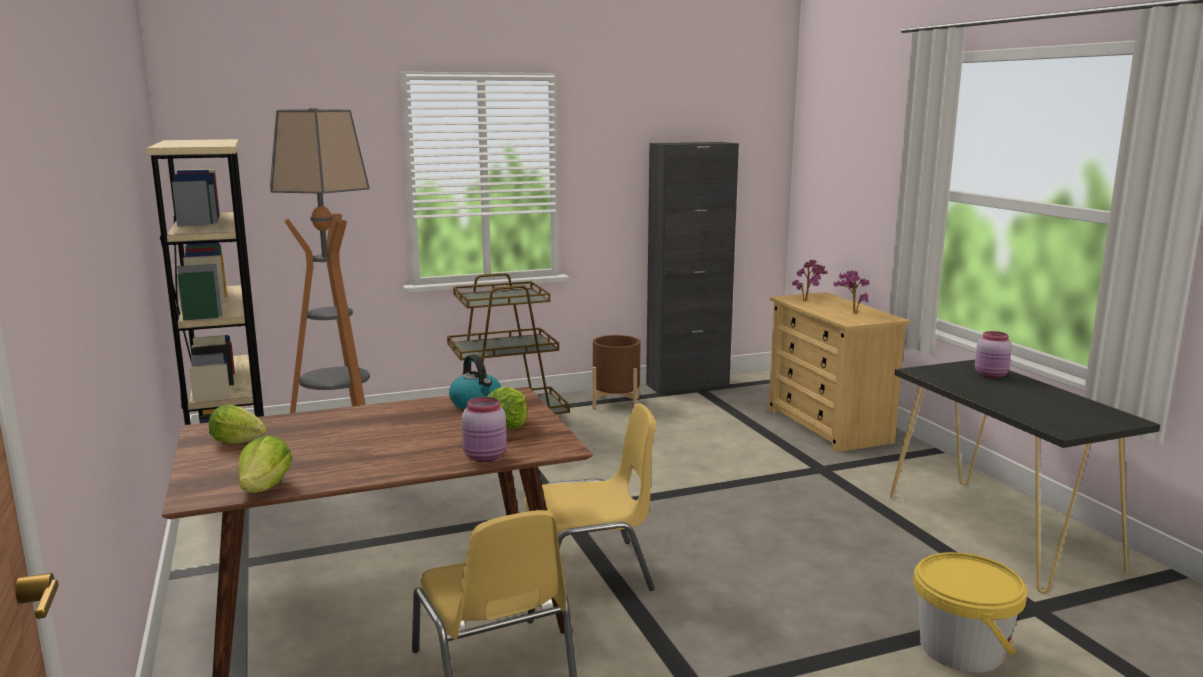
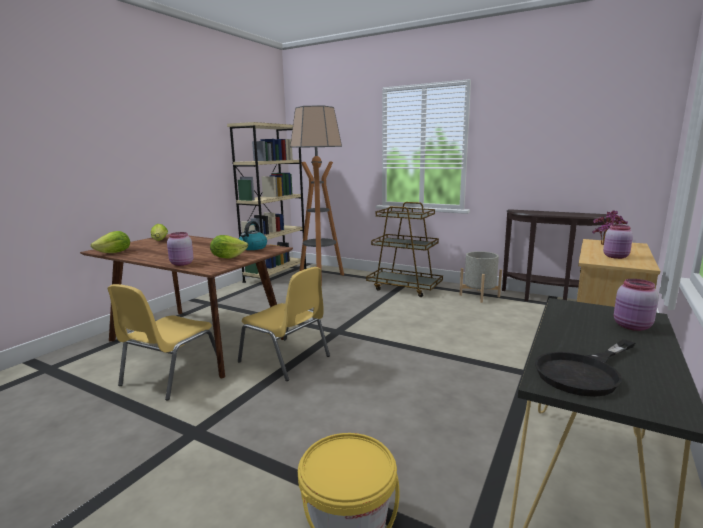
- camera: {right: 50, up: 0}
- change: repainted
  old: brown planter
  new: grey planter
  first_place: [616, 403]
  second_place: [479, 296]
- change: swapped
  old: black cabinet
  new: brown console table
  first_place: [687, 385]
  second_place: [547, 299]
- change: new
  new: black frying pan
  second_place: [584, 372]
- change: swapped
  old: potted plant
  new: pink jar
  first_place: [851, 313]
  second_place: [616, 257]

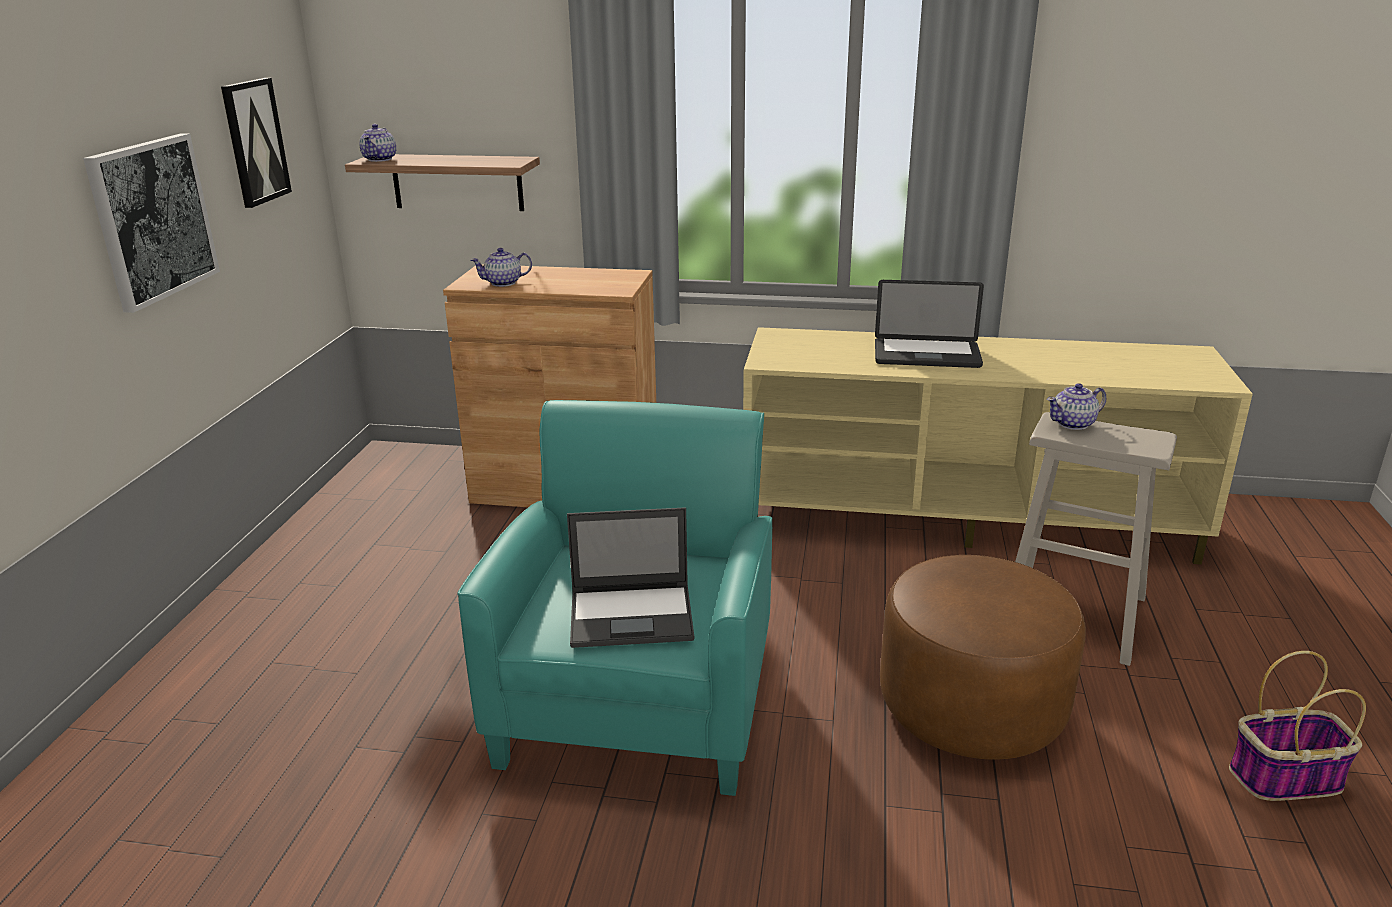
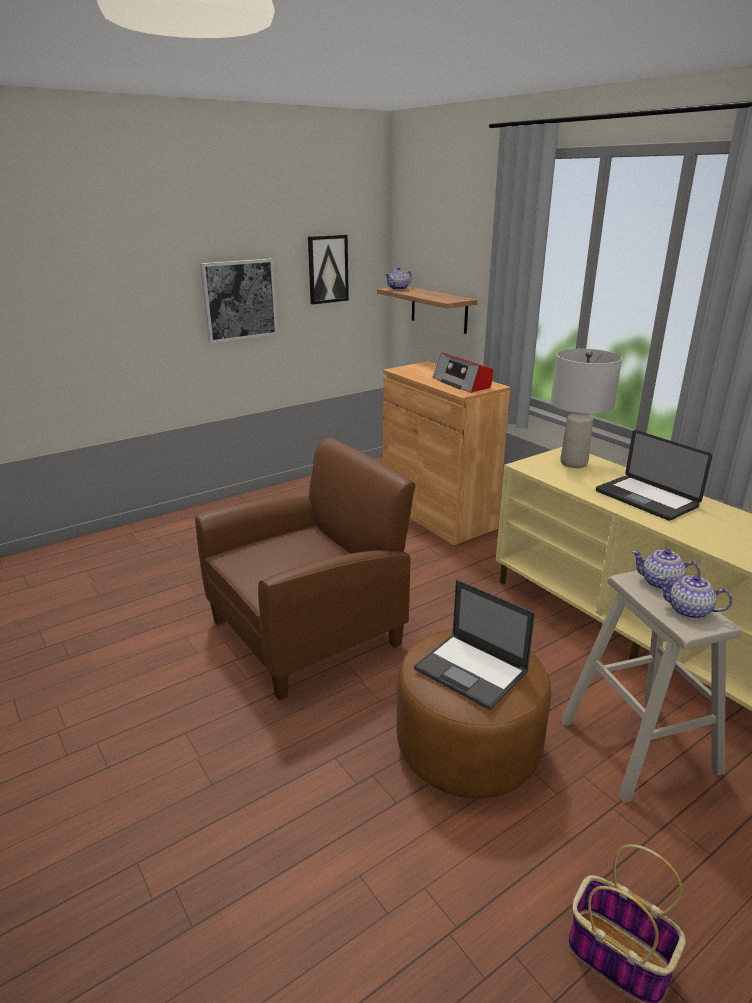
- camera: {right: 45, up: 0}
- change: repainted
  old: turquoise armchair
  new: brown armchair
  first_place: [638, 702]
  second_place: [308, 632]
- change: shifted
  old: laptop
  first_place: [633, 615]
  second_place: [472, 671]
- change: new
  new: radio
  second_place: [462, 383]
- change: new
  new: grey table lamp
  second_place: [573, 463]
- change: shifted
  old: teapot
  first_place: [504, 283]
  second_place: [689, 611]

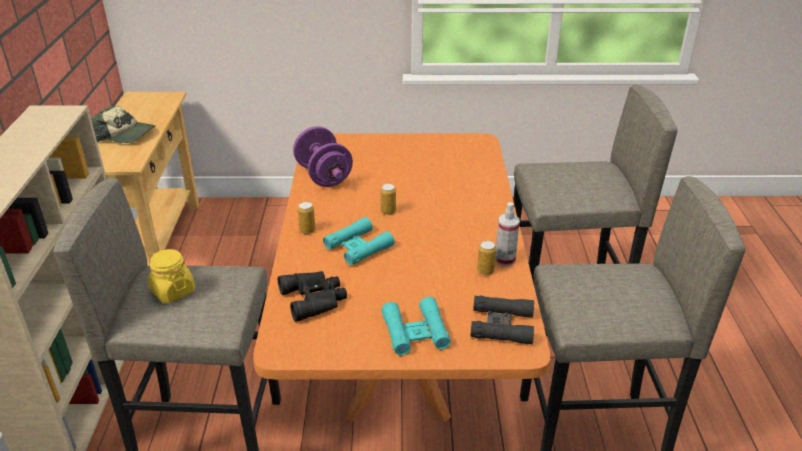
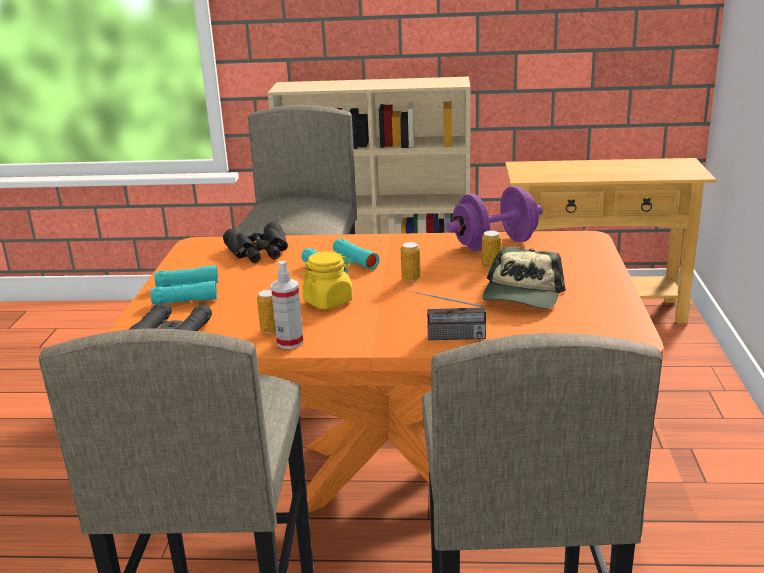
- camera: {right: 95, up: -10}
- change: shifted
  old: yellow jar
  first_place: [173, 291]
  second_place: [328, 301]
- change: new
  new: radio
  second_place: [440, 337]
- change: shifted
  old: can
  first_place: [307, 230]
  second_place: [491, 266]
- change: shifted
  old: cap
  first_place: [125, 134]
  second_place: [522, 296]

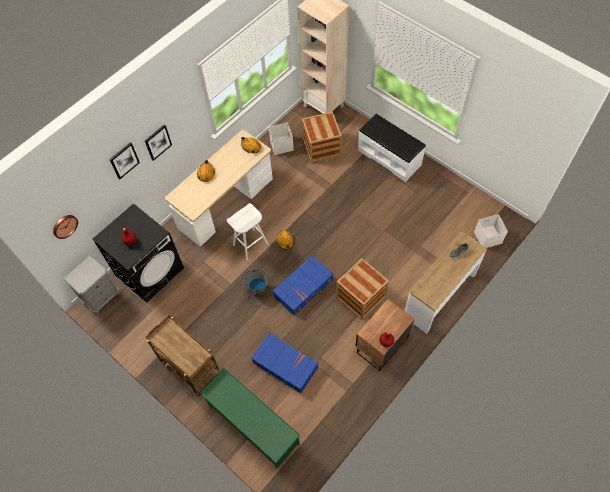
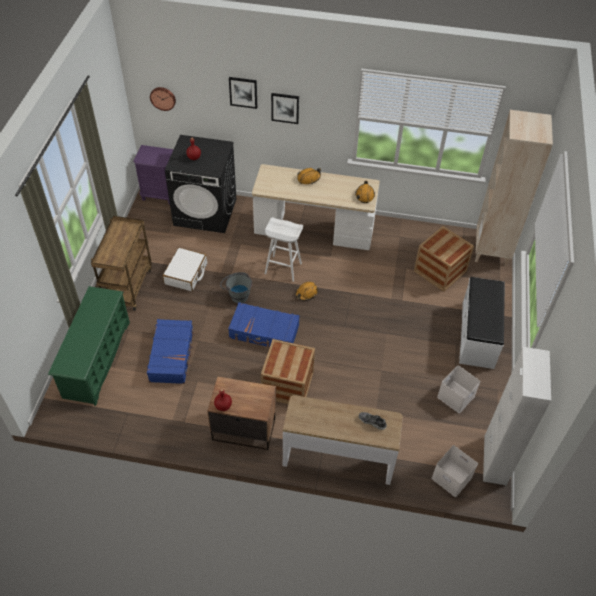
- camera: {right: 55, up: -10}
- change: repainted
  old: grey nightstand
  new: purple nightstand
  first_place: [101, 297]
  second_place: [160, 194]
- change: new
  new: white suitcase
  second_place: [186, 274]
- change: shifted
  old: white storage box
  first_place: [282, 145]
  second_place: [456, 397]
- change: new
  new: white cabinet
  second_place: [495, 460]

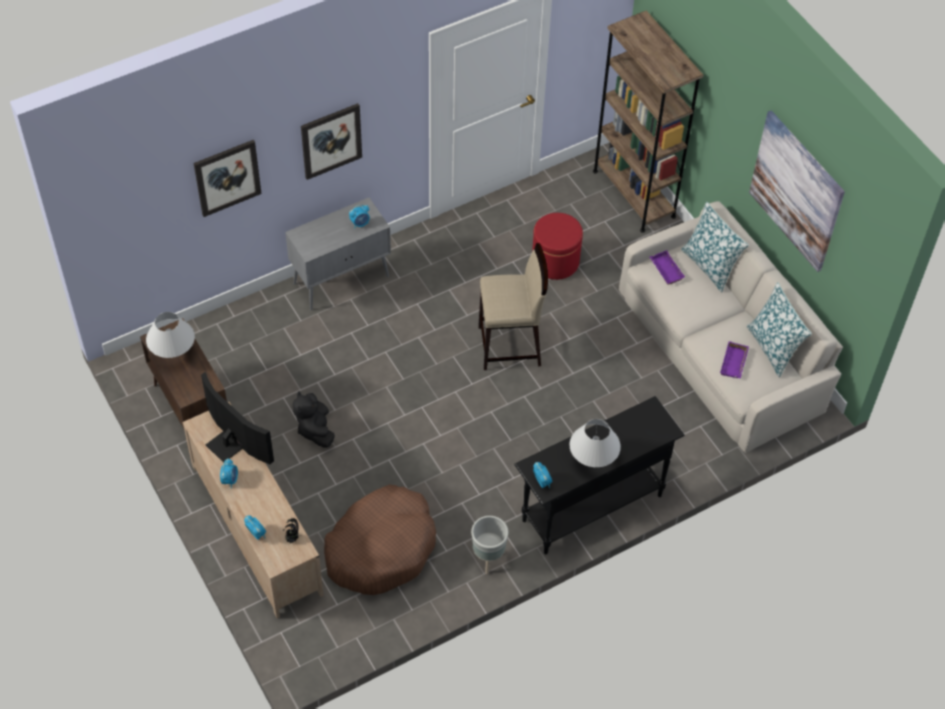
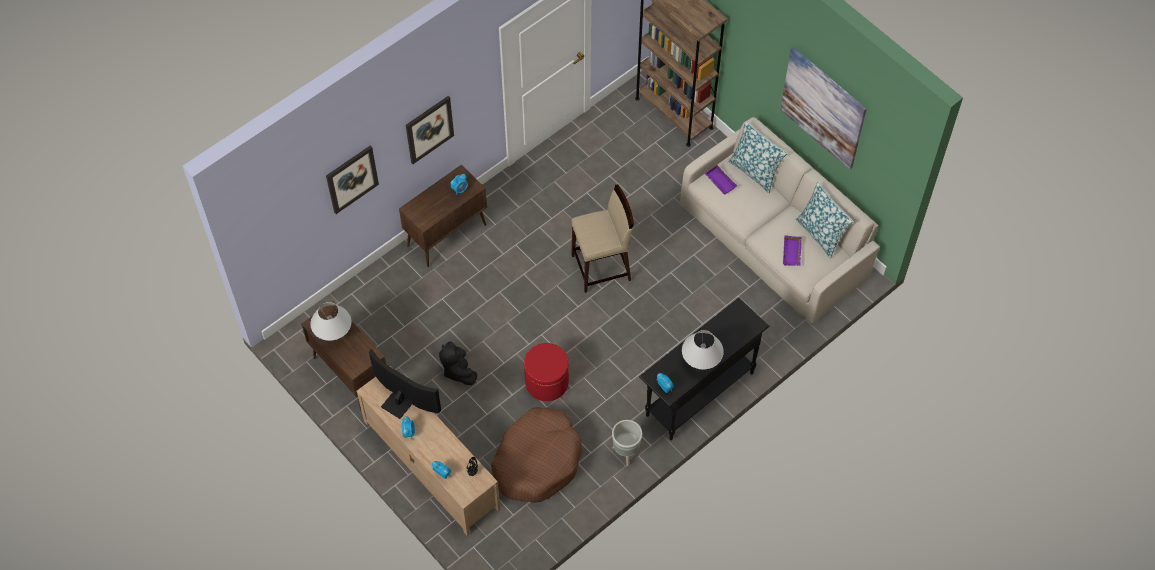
- camera: {right: -10, up: 5}
- change: repainted
  old: grey cabinet
  new: brown cabinet
  first_place: [342, 279]
  second_place: [447, 235]
- change: shifted
  old: red ottoman
  first_place: [555, 261]
  second_place: [546, 382]

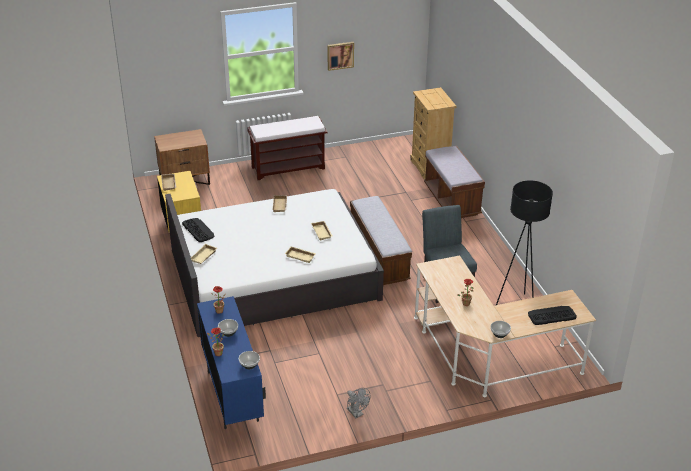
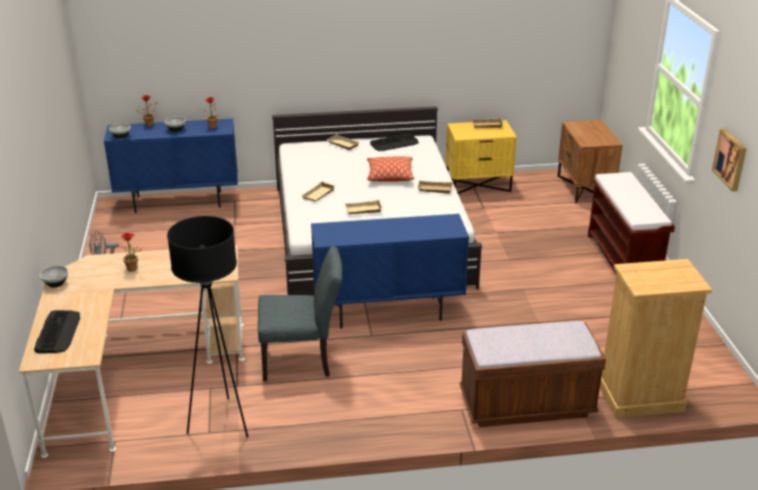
- camera: {right: 100, up: -5}
- change: swapped
  old: bench
  new: blue cabinet
  first_place: [379, 255]
  second_place: [388, 312]
- change: new
  new: pillow
  second_place: [390, 175]

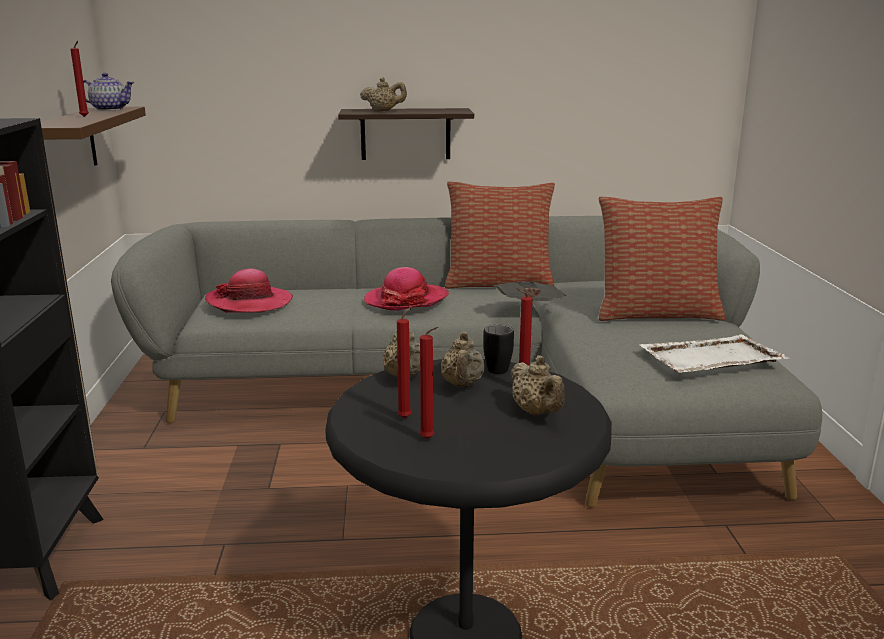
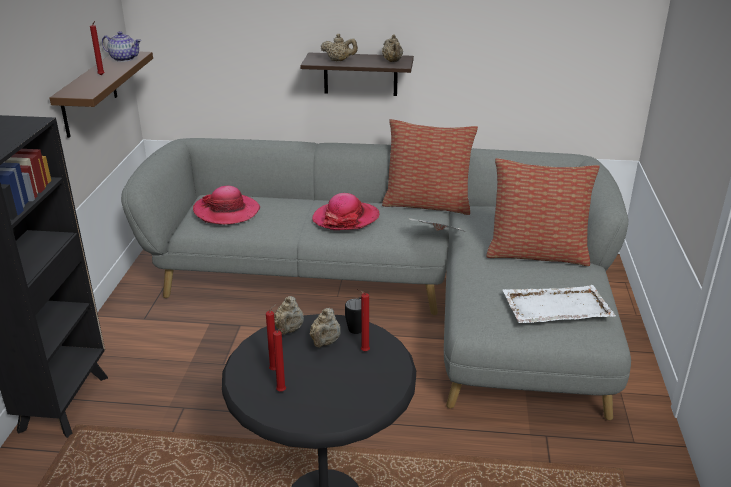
- camera: {right: 10, up: 10}
- change: shifted
  old: beige teapot
  first_place: [537, 413]
  second_place: [392, 61]

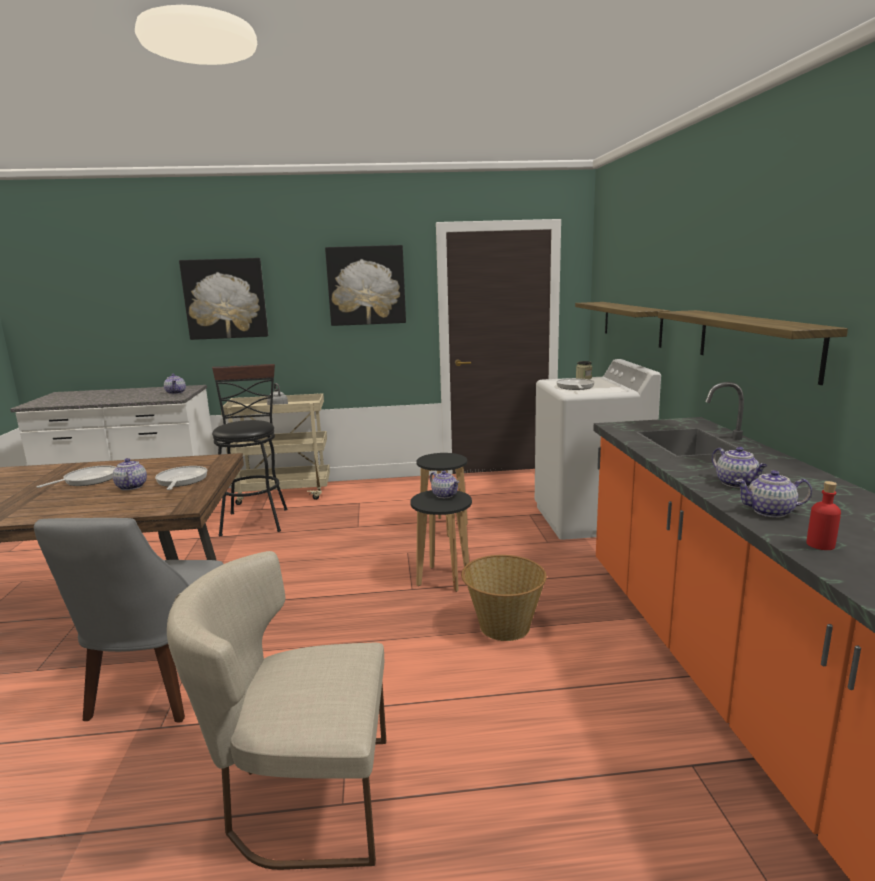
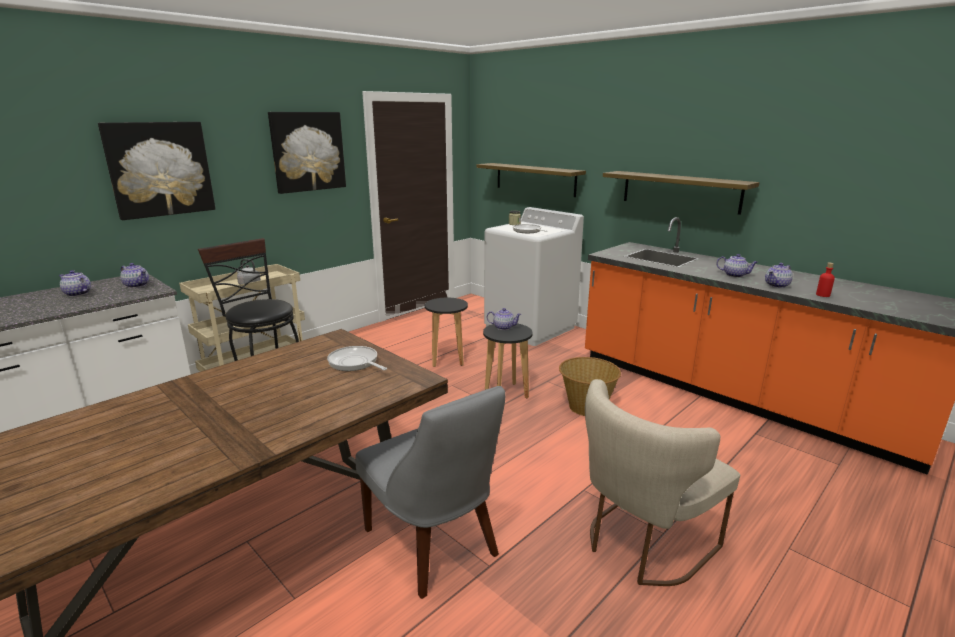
- camera: {right: -40, up: 5}
- change: shifted
  old: teapot
  first_place: [131, 486]
  second_place: [77, 294]
- change: gone
  old: frying pan
  first_place: [88, 480]

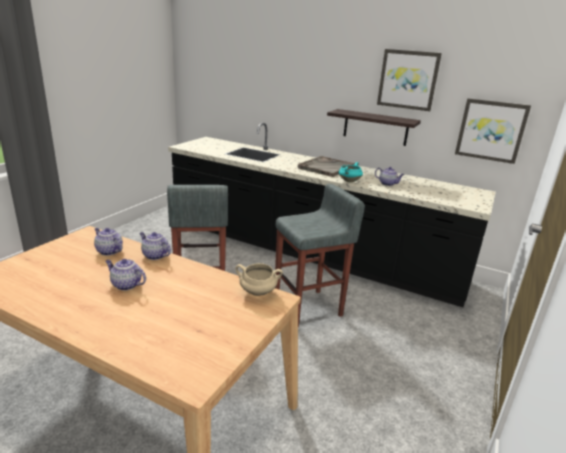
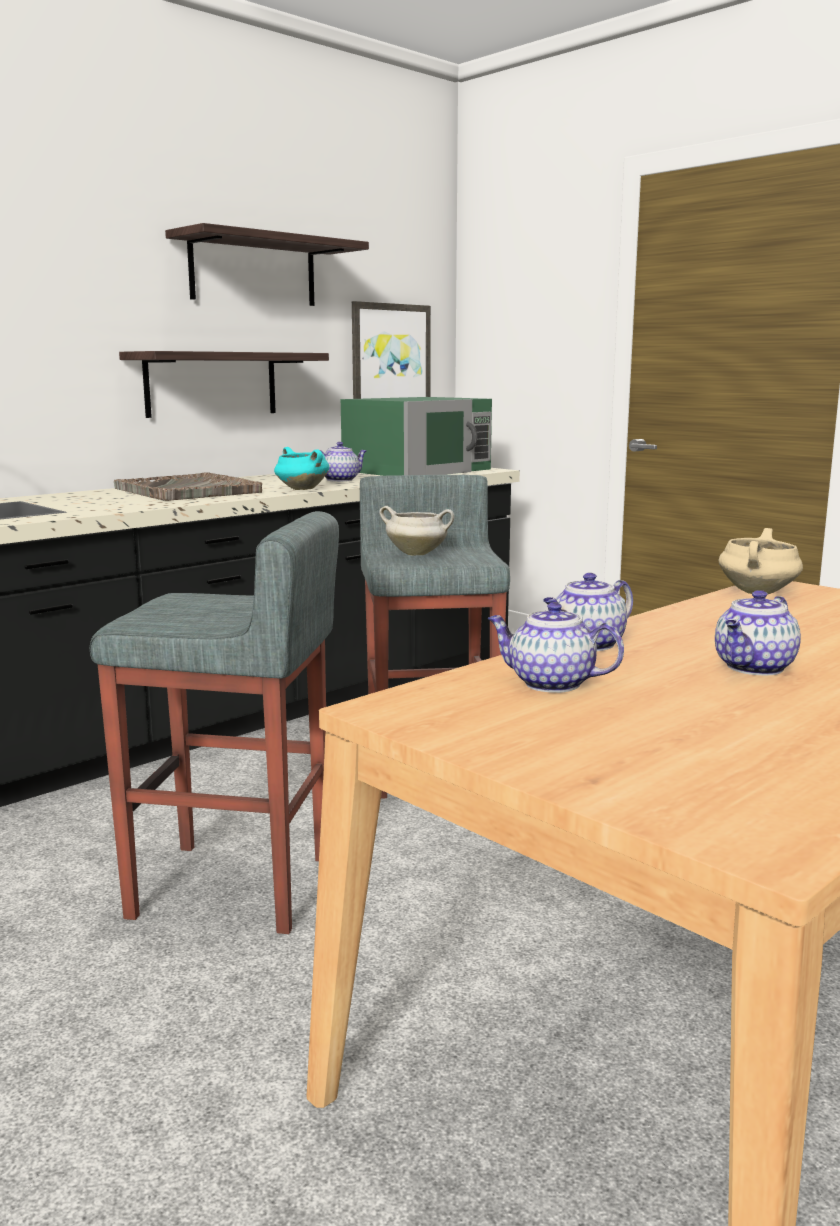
- camera: {right: -70, up: -10}
- change: swapped
  old: picture
  new: shelf
  first_place: [408, 80]
  second_place: [253, 271]
- change: new
  new: green microwave
  second_place: [418, 470]
- change: new
  new: white cooking pot
  second_place: [417, 554]
- change: rotated
  old: teapot
  first_place: [109, 251]
  second_place: [549, 683]
  degrees: 60

